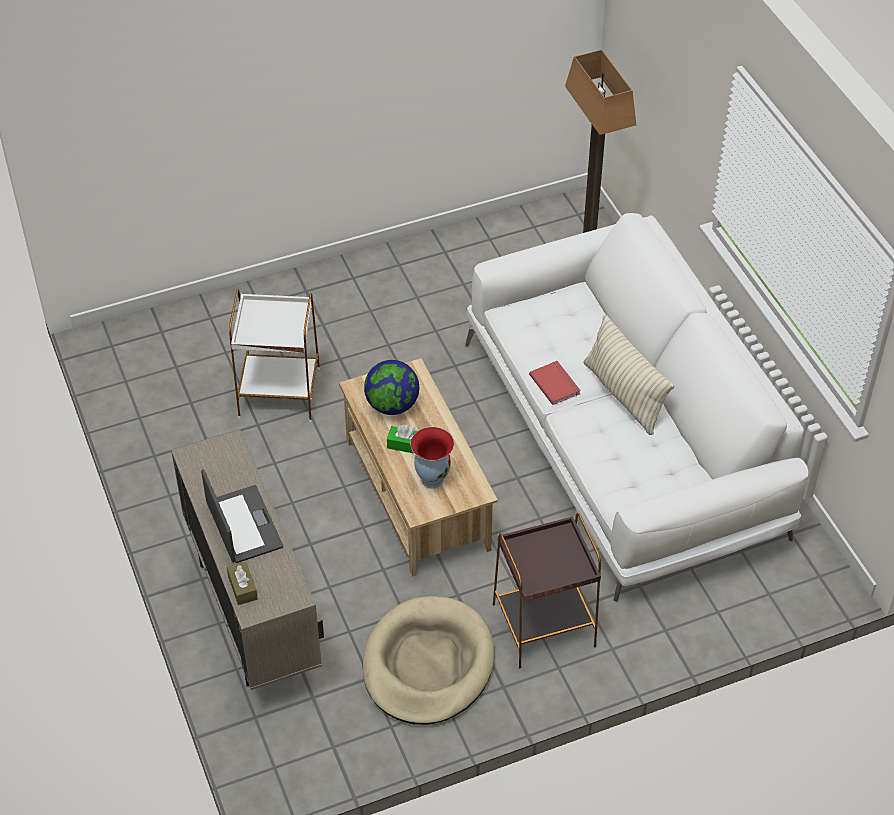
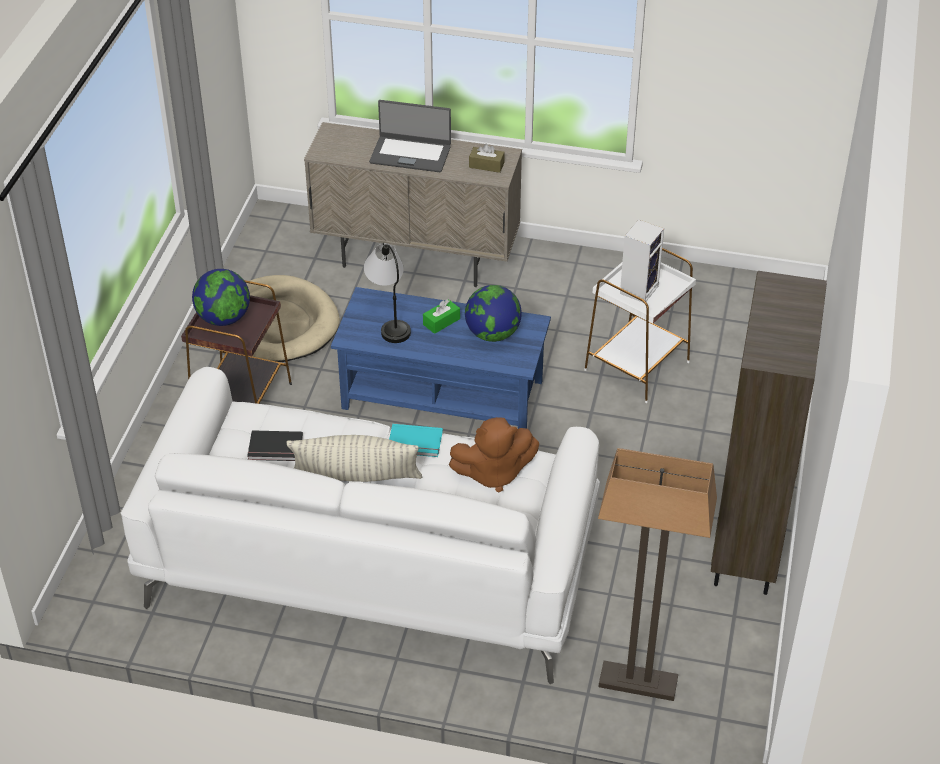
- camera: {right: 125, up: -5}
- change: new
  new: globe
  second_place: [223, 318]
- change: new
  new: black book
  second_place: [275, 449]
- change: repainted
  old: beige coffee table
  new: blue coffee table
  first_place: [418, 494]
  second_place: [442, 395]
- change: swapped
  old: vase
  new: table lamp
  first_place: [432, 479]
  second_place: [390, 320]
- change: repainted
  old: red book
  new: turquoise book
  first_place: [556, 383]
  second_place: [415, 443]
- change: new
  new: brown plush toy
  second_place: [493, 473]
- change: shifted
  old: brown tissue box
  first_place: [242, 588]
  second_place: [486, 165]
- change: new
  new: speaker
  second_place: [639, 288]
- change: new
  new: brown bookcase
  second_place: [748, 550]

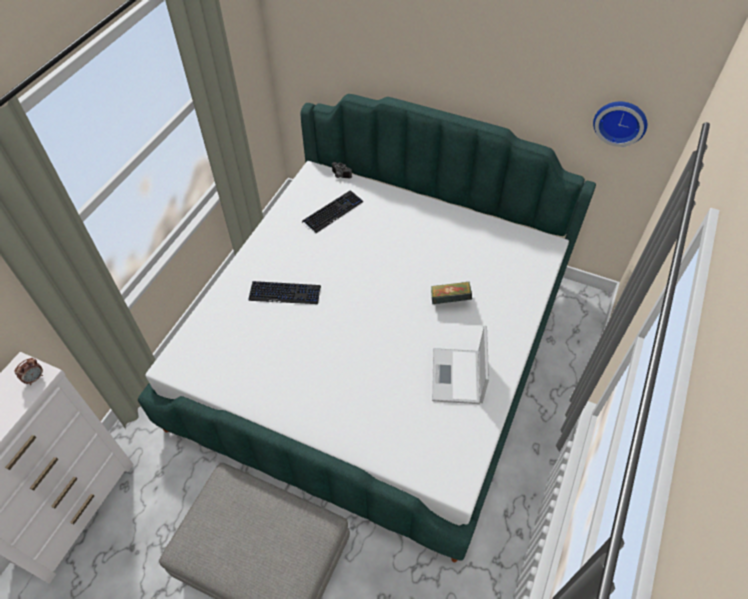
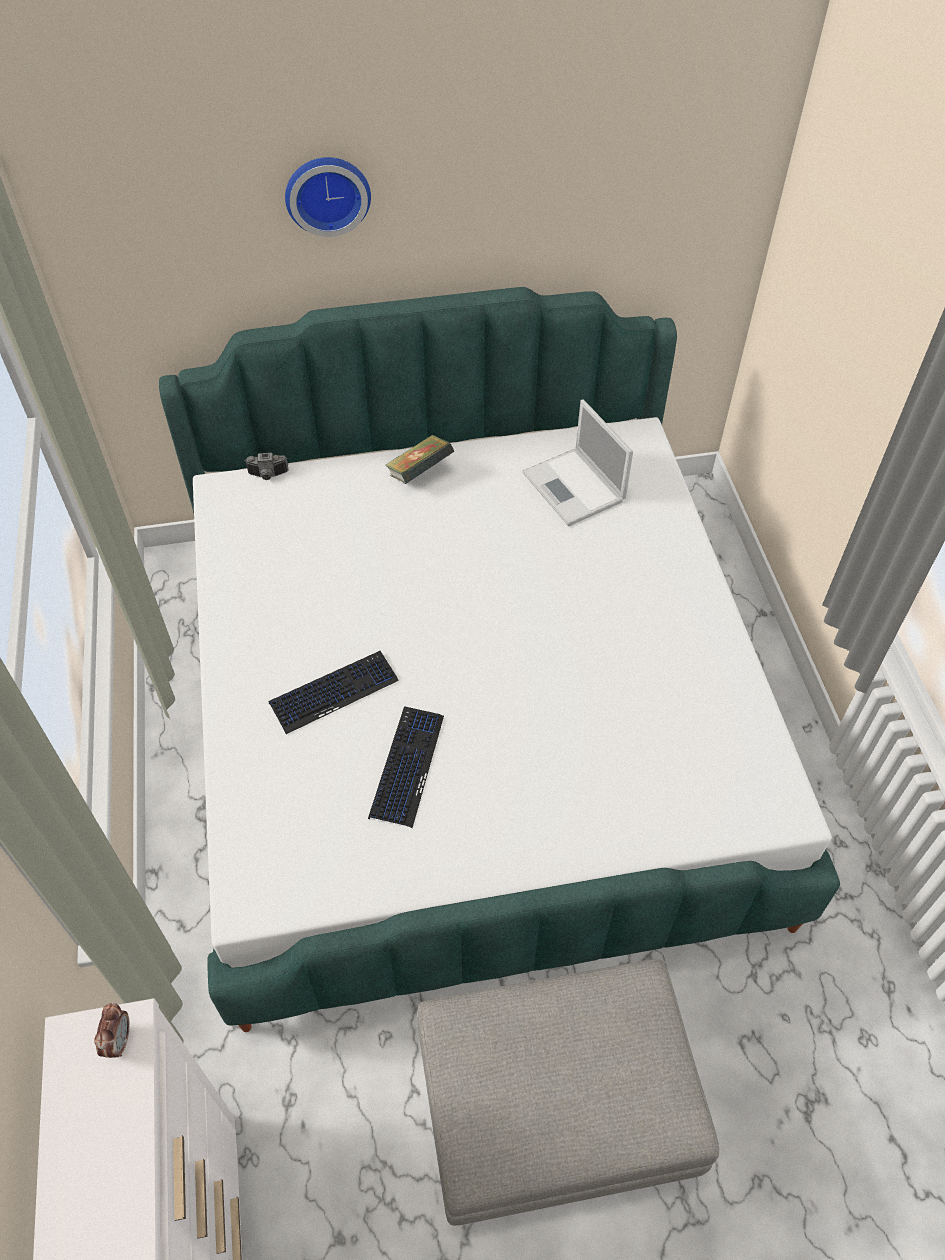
- camera: {right: -35, up: 0}
- change: shifted
  old: wall clock
  first_place: [620, 121]
  second_place: [327, 193]
- change: shifted
  old: keyboard
  first_place: [333, 212]
  second_place: [407, 766]
- change: shifted
  old: book
  first_place: [450, 301]
  second_place: [420, 473]
- change: shifted
  old: laptop
  first_place: [457, 377]
  second_place: [574, 488]

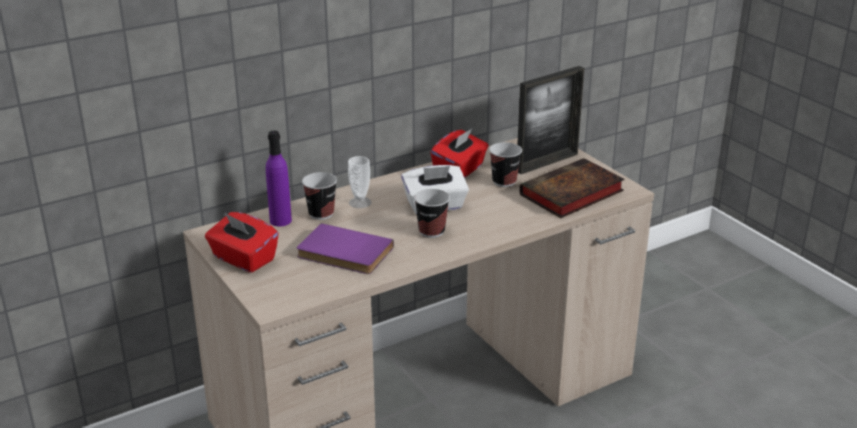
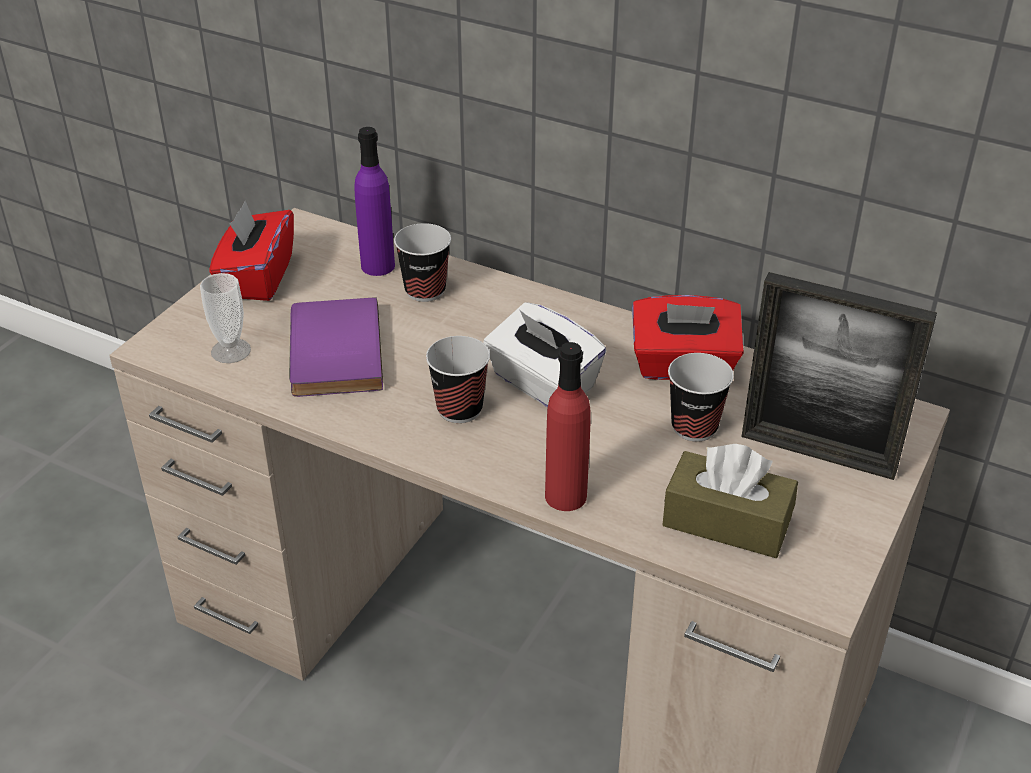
- camera: {right: 60, up: 10}
- change: shifted
  old: cup
  first_place: [360, 202]
  second_place: [231, 351]
- change: new
  new: red bottle
  second_place: [566, 496]
- change: swapped
  old: book
  new: brown tissue box
  first_place: [570, 194]
  second_place: [727, 522]

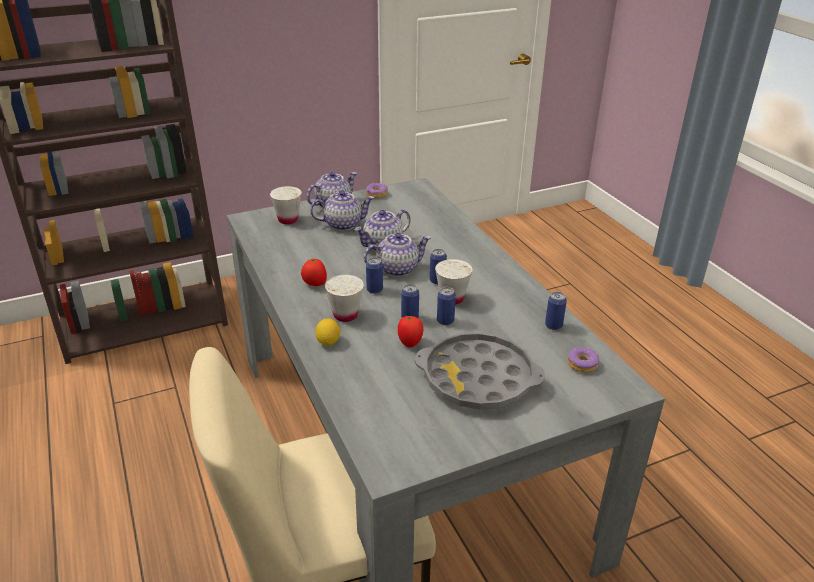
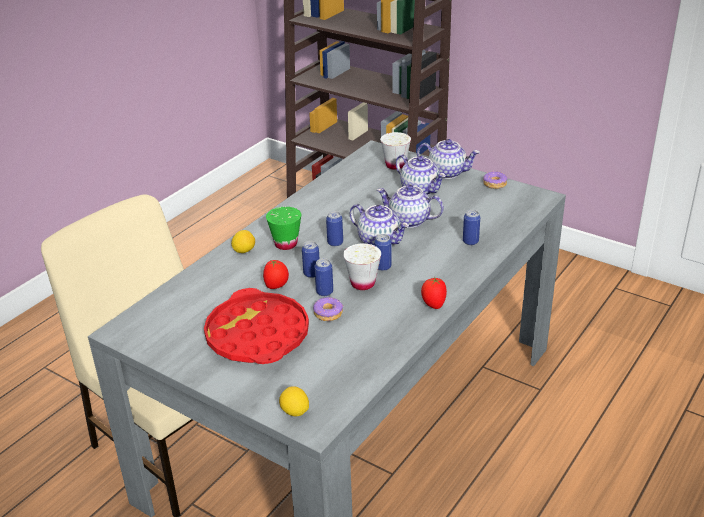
- camera: {right: 60, up: 0}
- change: repainted
  old: grey tray
  new: red tray
  first_place: [478, 379]
  second_place: [257, 335]
- change: repainted
  old: white cup
  new: green cup
  first_place: [345, 315]
  second_place: [286, 244]
- change: new
  new: lemon
  second_place: [295, 412]
- change: shifted
  old: donut
  first_place: [582, 364]
  second_place: [328, 313]
- change: shifted
  old: tomato
  first_place: [314, 284]
  second_place: [433, 305]
- change: shifted
  old: can
  first_place: [553, 325]
  second_place: [470, 241]

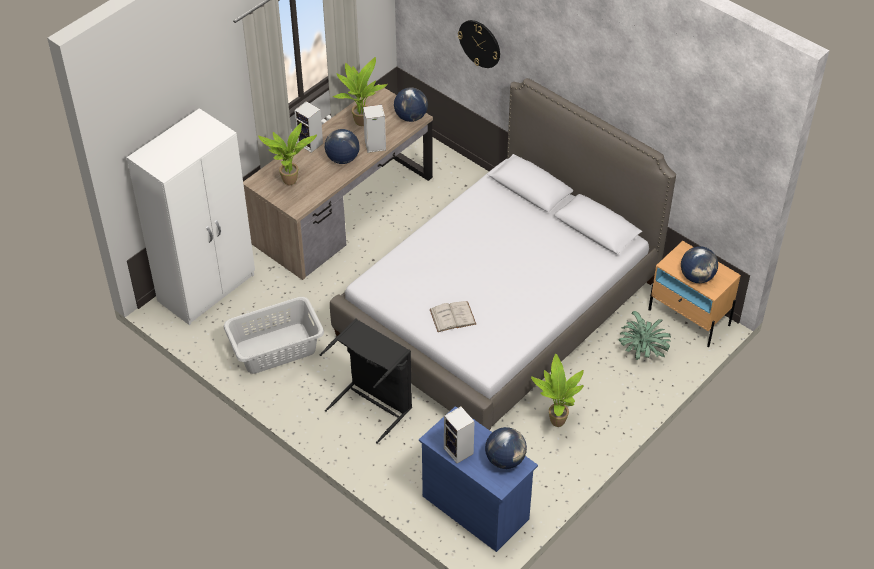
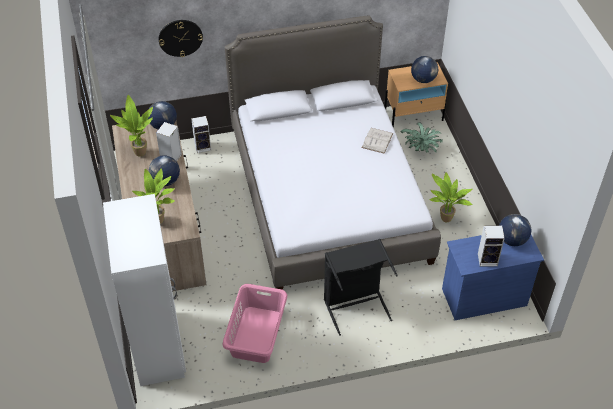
- camera: {right: -55, up: 0}
- change: shifted
  old: speaker
  first_place: [311, 144]
  second_place: [203, 147]
- change: repainted
  old: grey laundry basket
  new: pink laundry basket
  first_place: [275, 348]
  second_place: [256, 334]
- change: shifted
  old: white book
  first_place: [452, 316]
  second_place: [377, 140]

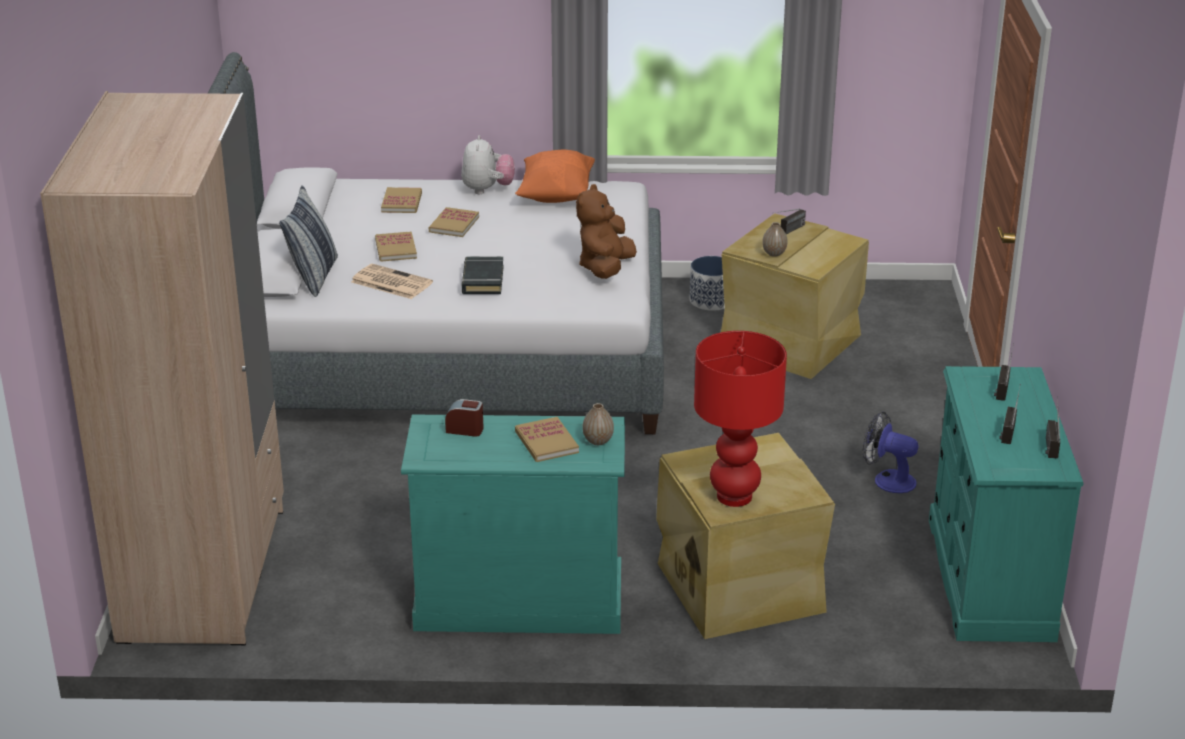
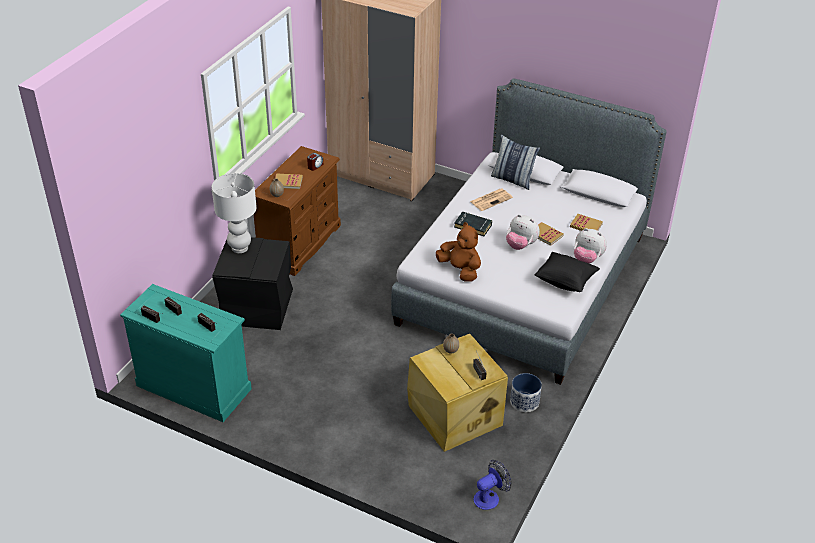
- camera: {right: 115, up: 10}
- change: repainted
  old: red table lamp
  new: white table lamp
  first_place: [733, 496]
  second_place: [240, 248]
- change: repainted
  old: beige storage box
  new: black storage box
  first_place: [737, 586]
  second_place: [257, 305]
- change: repainted
  old: turquoise dresser
  new: brown dresser
  first_place: [518, 601]
  second_place: [300, 243]
- change: shifted
  old: fan
  first_place: [887, 480]
  second_place: [490, 497]
- change: new
  new: plush toy
  second_place: [520, 245]
- change: repainted
  old: orange pillow
  new: black pillow
  first_place: [556, 195]
  second_place: [565, 282]
- change: gone
  old: book
  first_place: [395, 249]

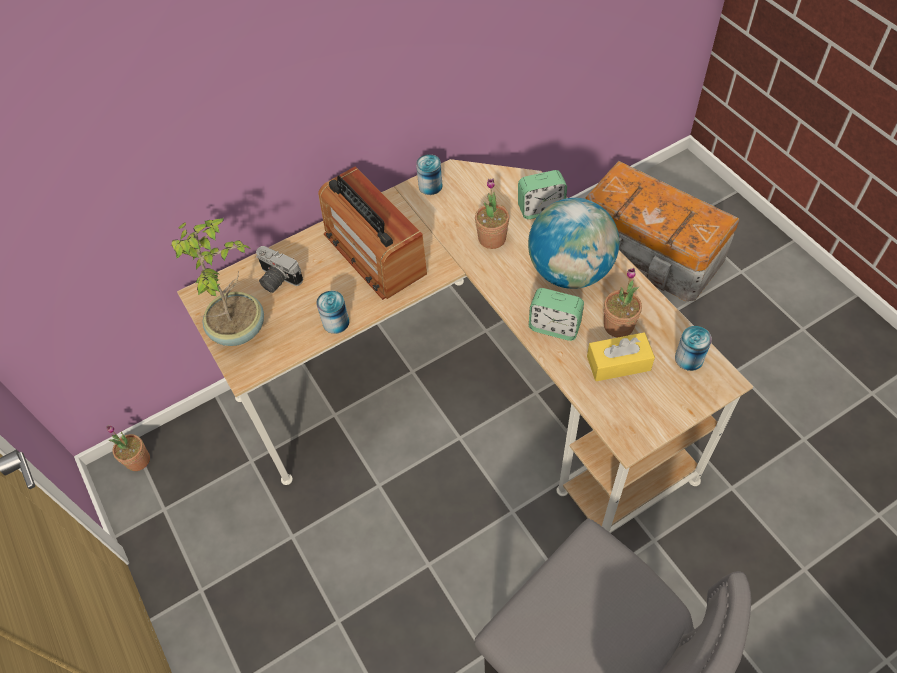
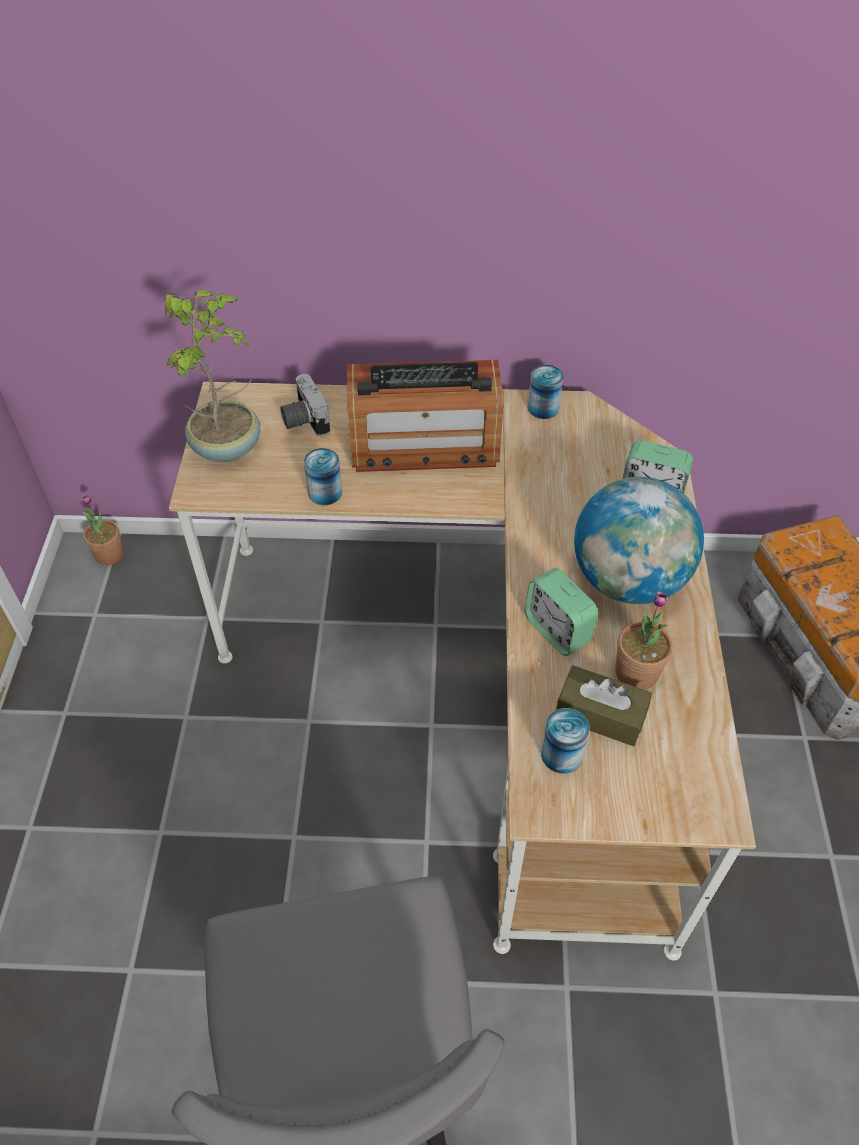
- camera: {right: 30, up: -5}
- change: rotated
  old: radio
  first_place: [374, 252]
  second_place: [424, 444]
  degrees: -90
- change: shifted
  old: can
  first_place: [689, 358]
  second_place: [561, 754]
- change: repainted
  old: yellow tissue box
  new: brown tissue box
  first_place: [618, 363]
  second_place: [600, 714]
- change: gone
  old: potted plant
  first_place: [492, 238]

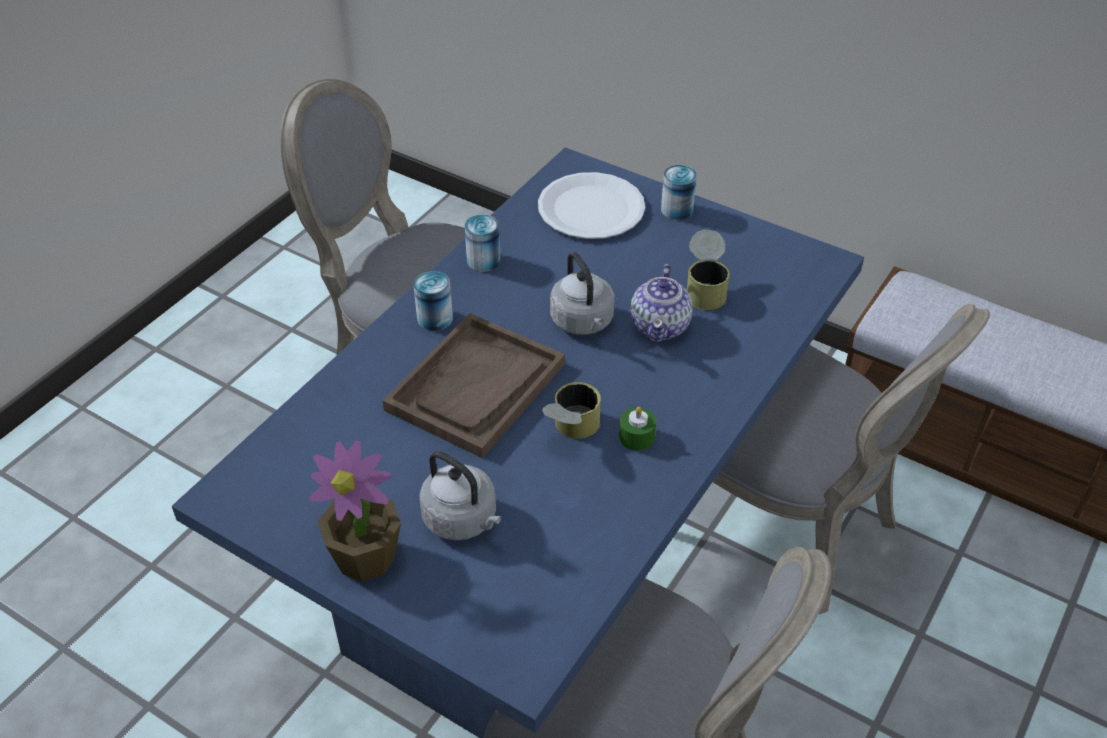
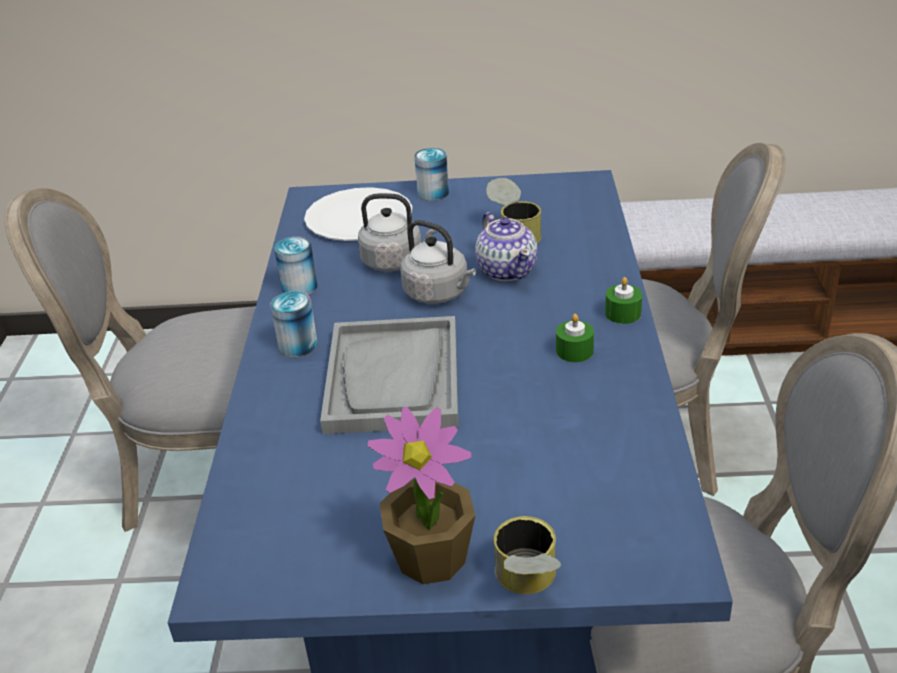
- camera: {right: -30, up: -10}
- change: repainted
  old: brown tray
  new: grey tray
  first_place: [476, 387]
  second_place: [393, 378]
- change: shifted
  old: grey kettle
  first_place: [463, 520]
  second_place: [396, 262]
- change: shifted
  old: can
  first_place: [570, 431]
  second_place: [527, 586]
- change: new
  new: green candle
  second_place: [623, 313]

